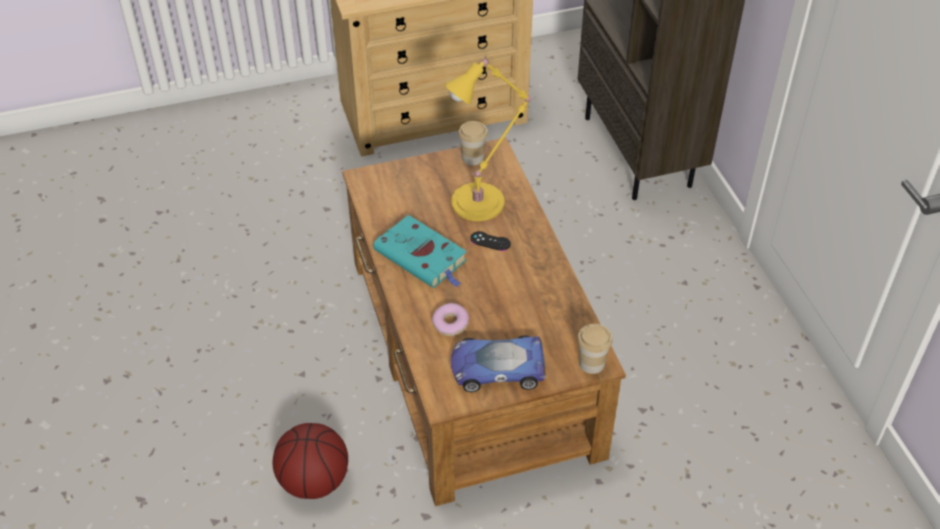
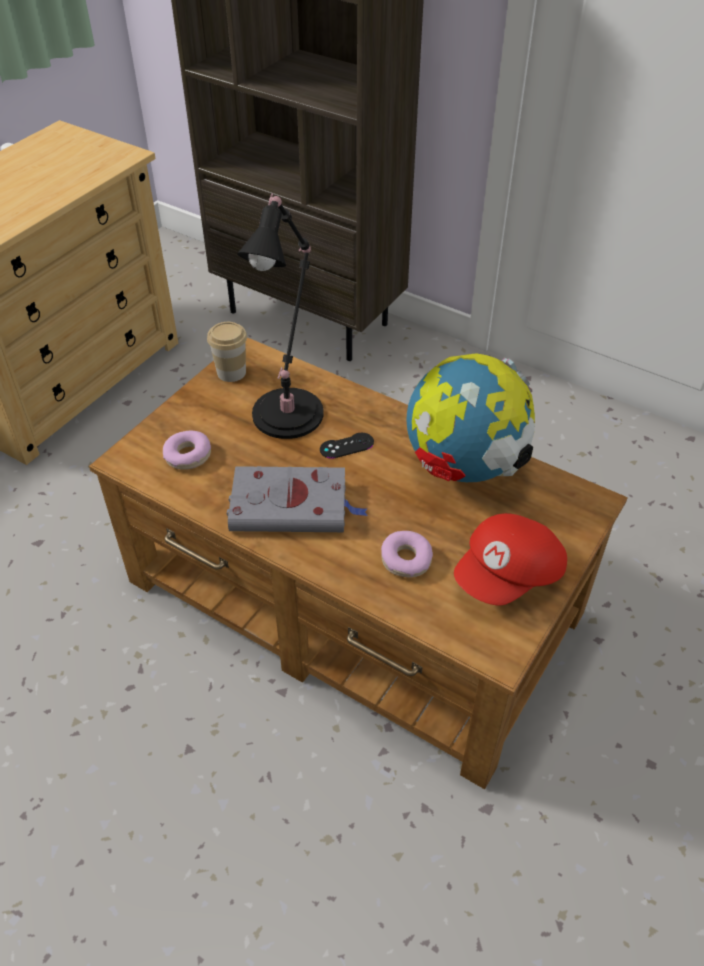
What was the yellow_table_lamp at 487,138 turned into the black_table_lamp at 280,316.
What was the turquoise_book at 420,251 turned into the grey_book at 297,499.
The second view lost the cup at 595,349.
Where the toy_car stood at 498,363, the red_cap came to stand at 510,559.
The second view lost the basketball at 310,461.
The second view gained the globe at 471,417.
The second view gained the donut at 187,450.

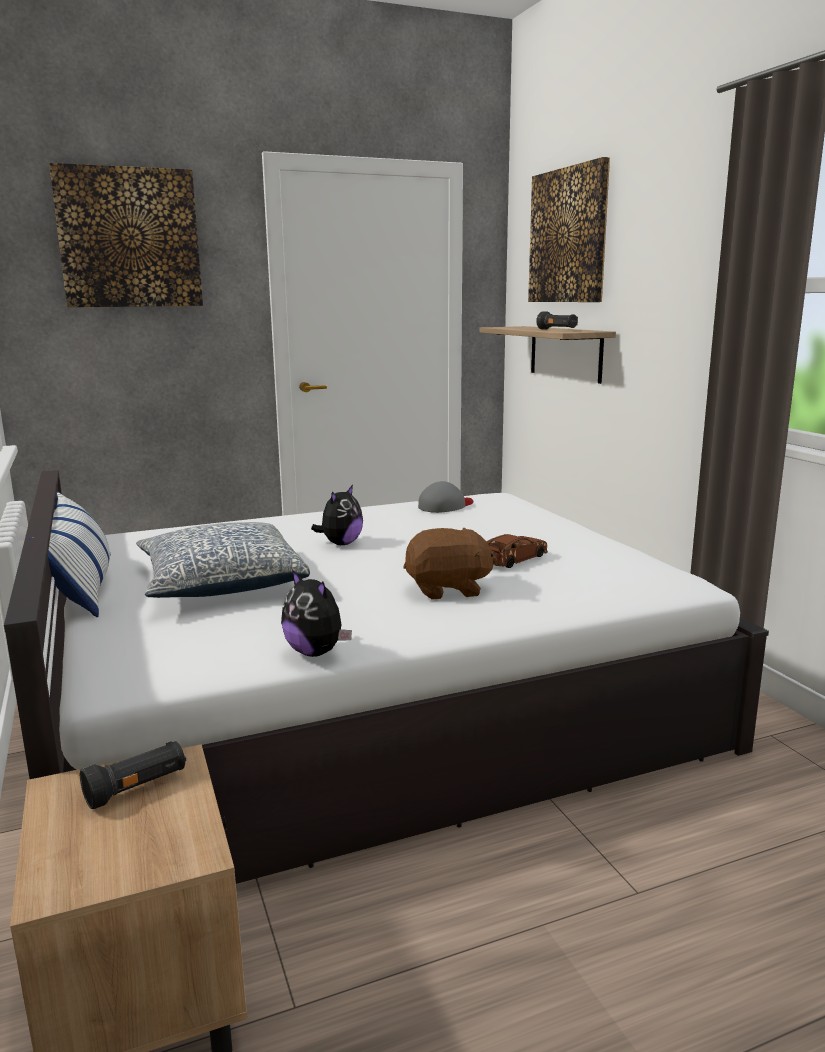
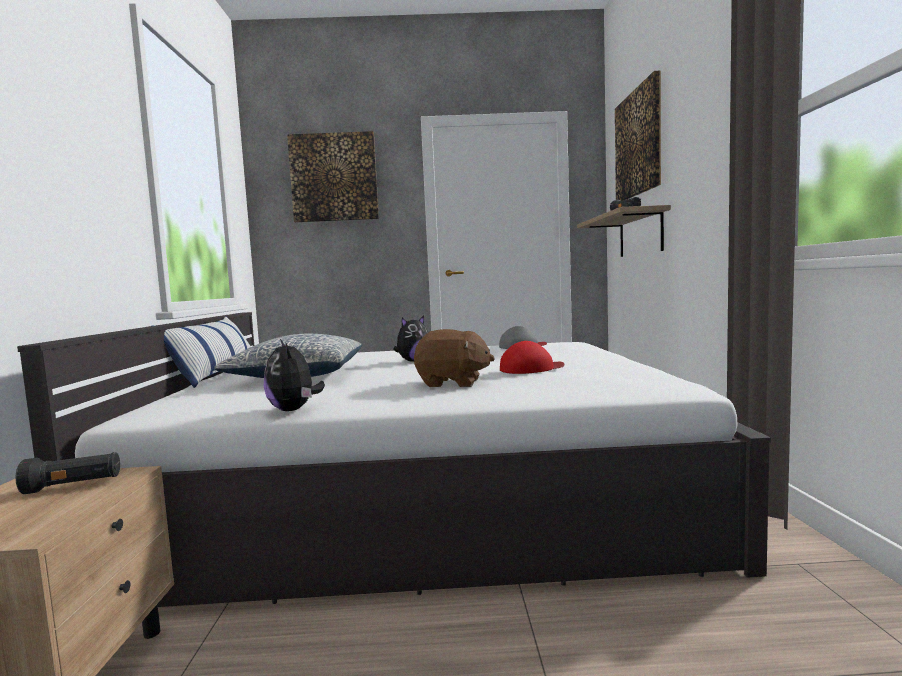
Where the brown_toy_car stood at 517,551, the red_cap came to stand at 532,357.

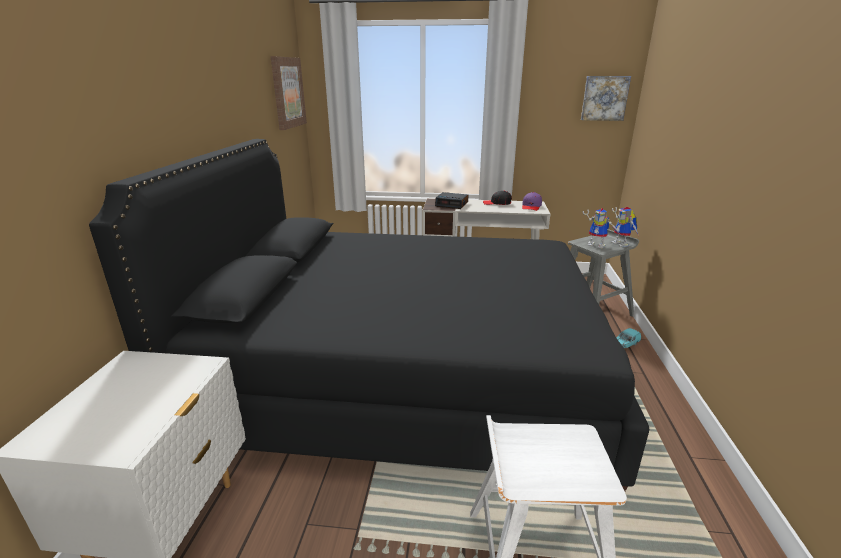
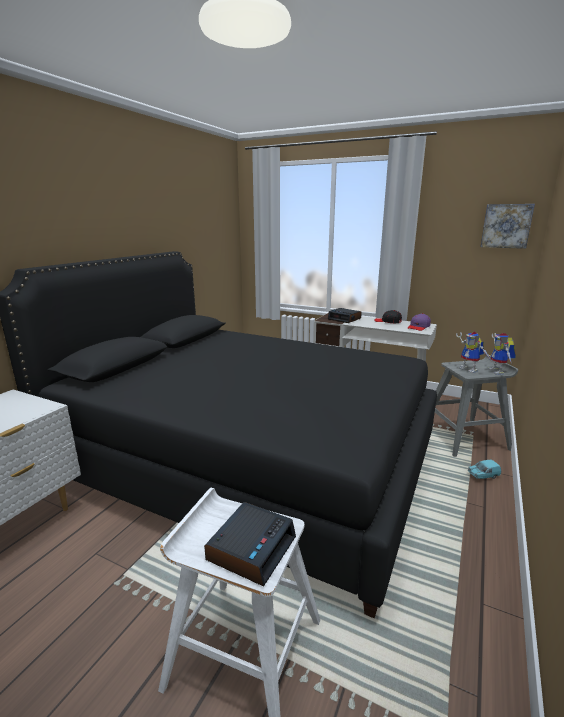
The second view lost the picture at 289,93.
The second view gained the alarm_clock at 250,544.

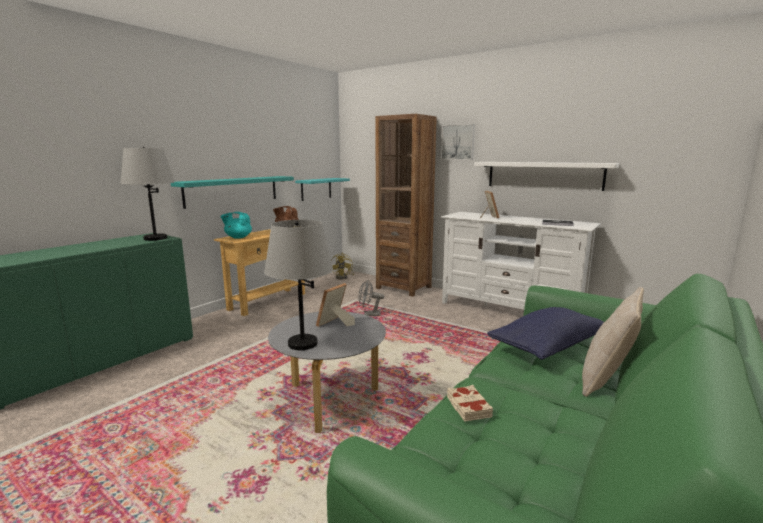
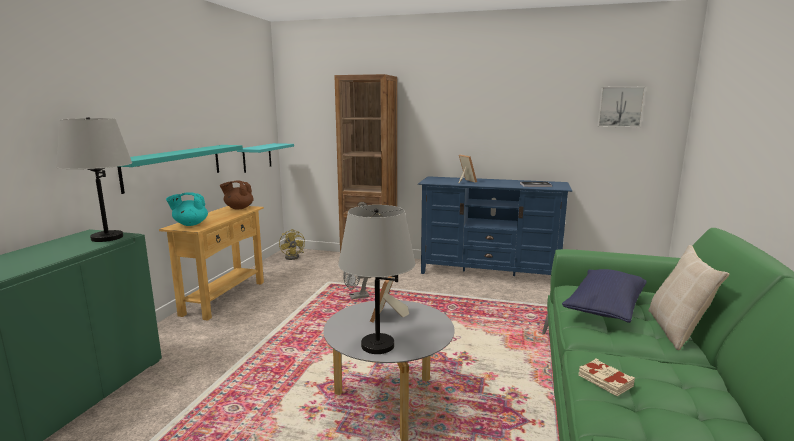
The picture ended up elsewhere, having gone from 458,142 to 621,107.
The second view lost the white_shelf at 547,176.
What was the white_tv_stand at 521,261 turned into the blue_tv_stand at 495,226.

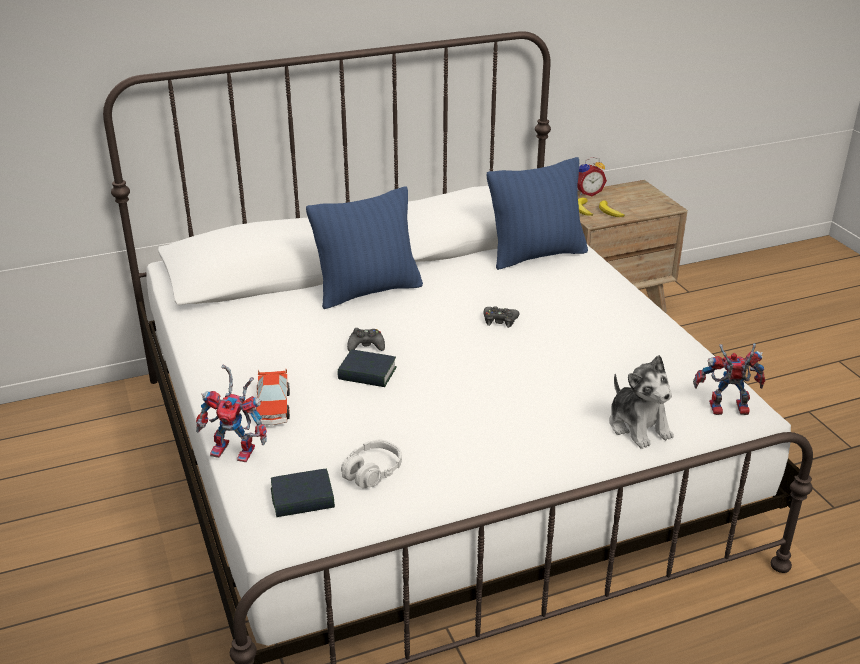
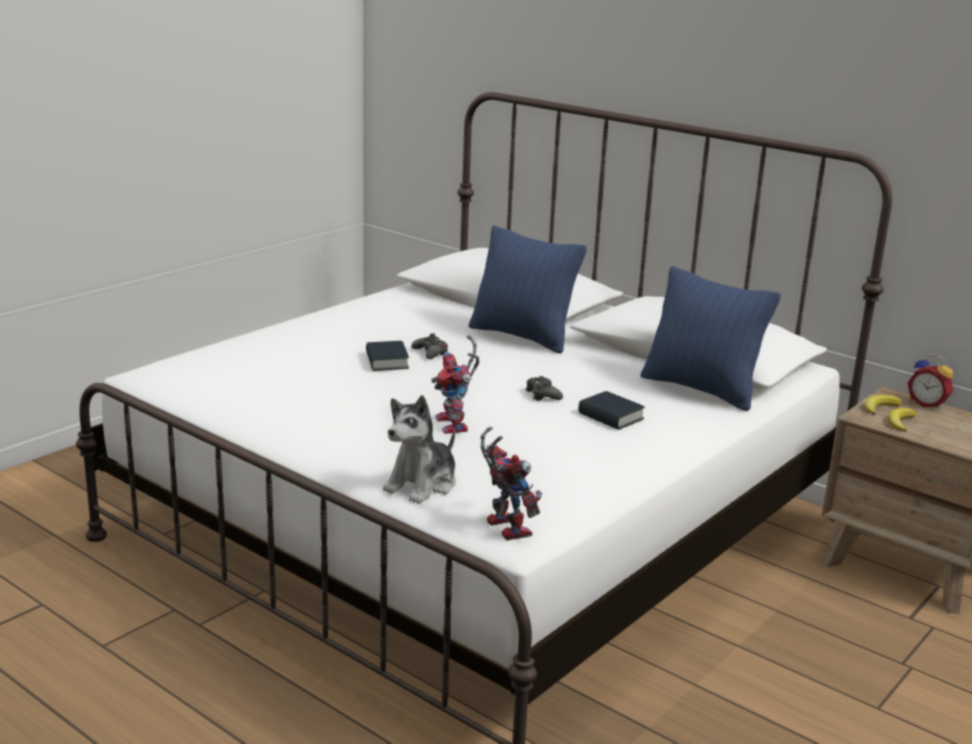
The toy_robot ended up elsewhere, having gone from 231,413 to 455,384.
The second view lost the toy_car at 272,397.
The second view lost the grey_headphones at 371,464.
The book ended up elsewhere, having gone from 303,492 to 611,410.

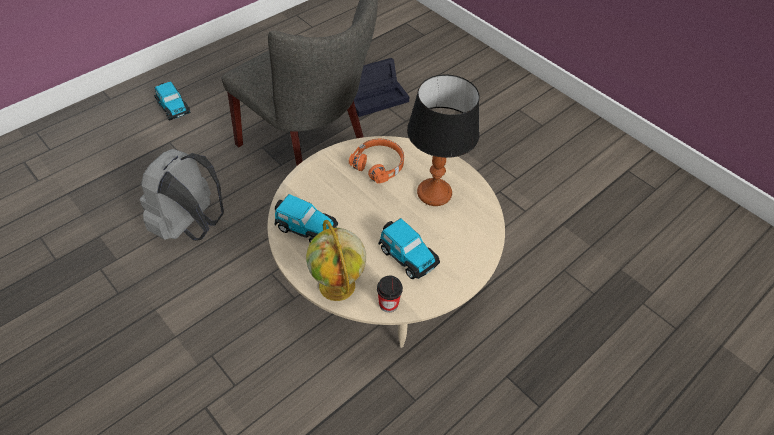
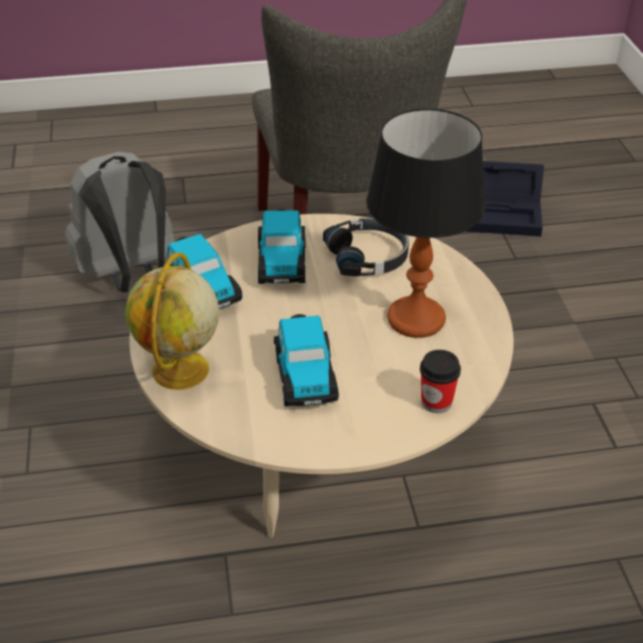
The toy_car ended up elsewhere, having gone from 172,101 to 282,246.
What was the orange_headphones at 376,161 turned into the black_headphones at 366,247.
The cup ended up elsewhere, having gone from 390,293 to 440,381.

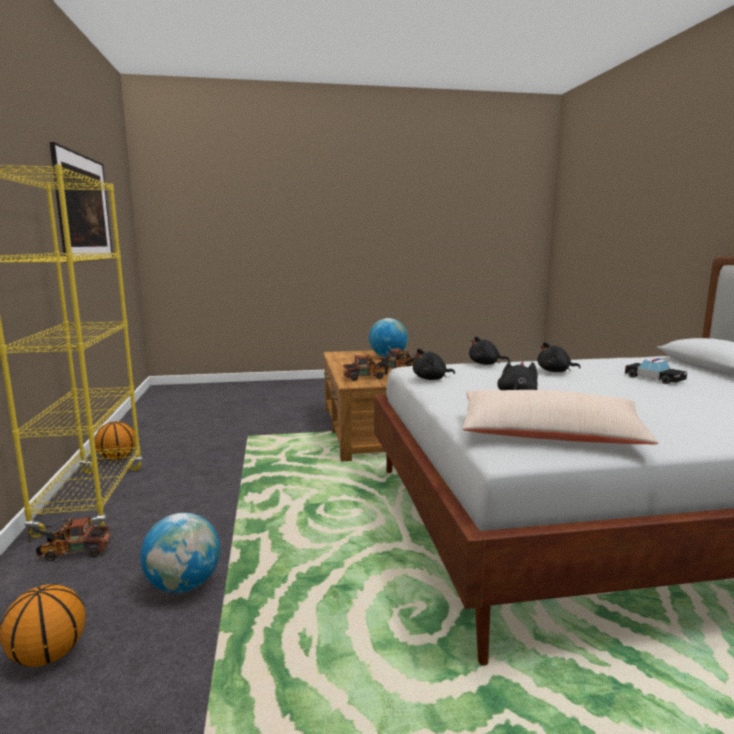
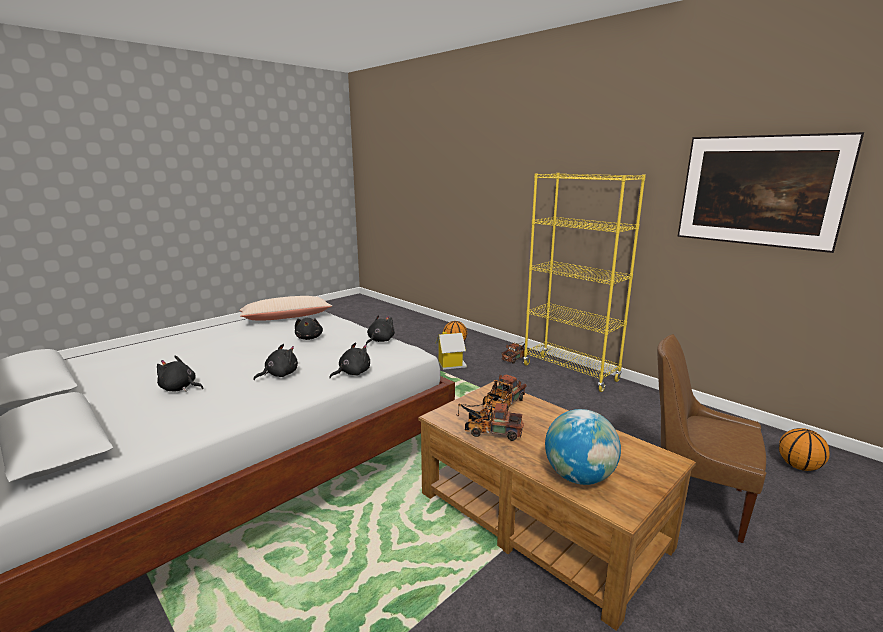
Where the toy_car stood at 656,371, the black_plush_toy came to stand at 180,374.
The basketball ended up elsewhere, having gone from 114,440 to 804,449.
Where the globe stood at 180,553, the toy_house came to stand at 451,351.
The second view gained the brown_chair at 711,438.

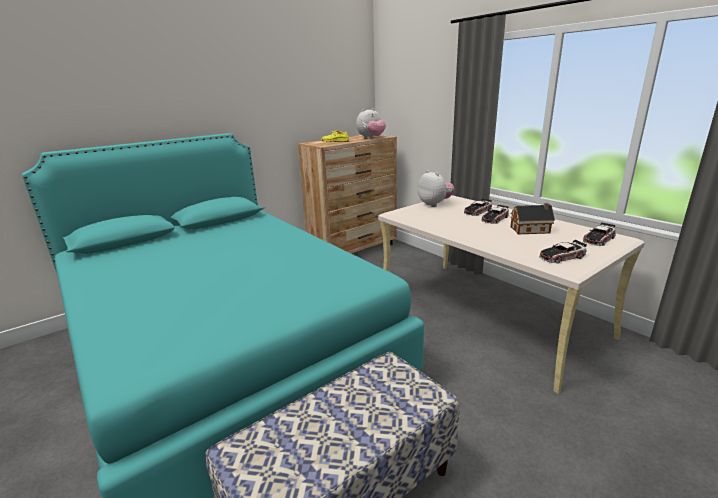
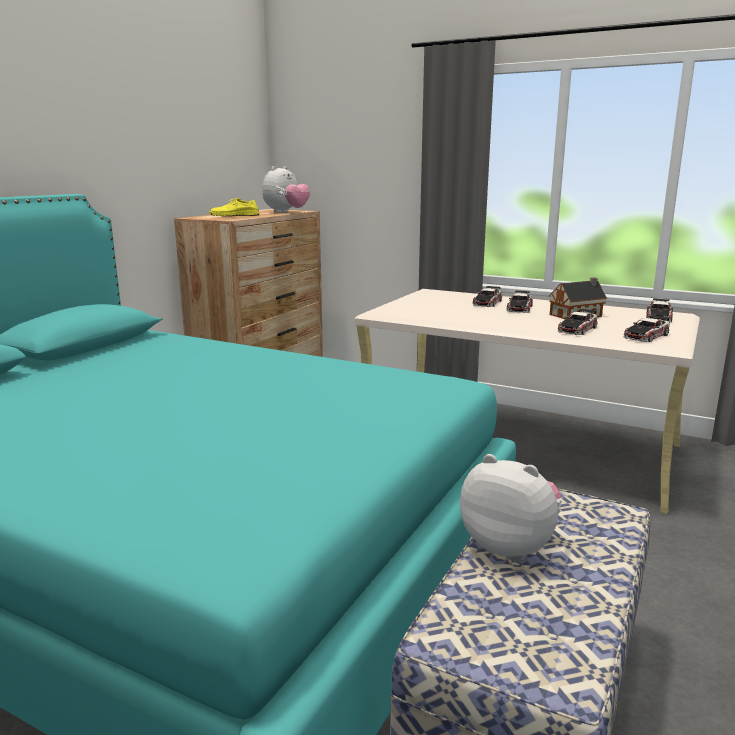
The plush_toy ended up elsewhere, having gone from 436,188 to 511,508.
The second view gained the toy_car at 577,321.

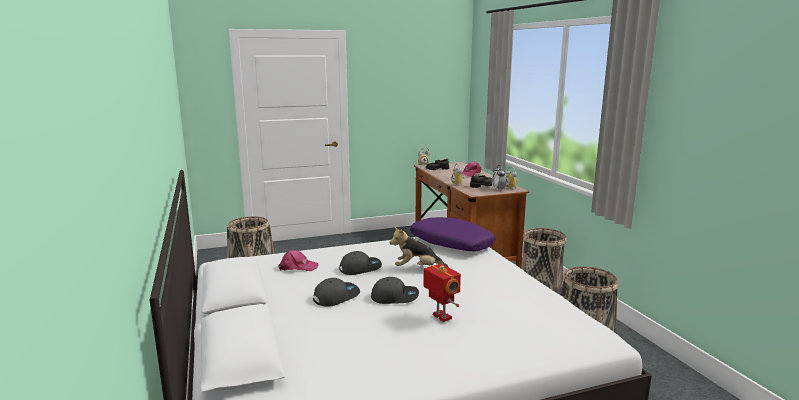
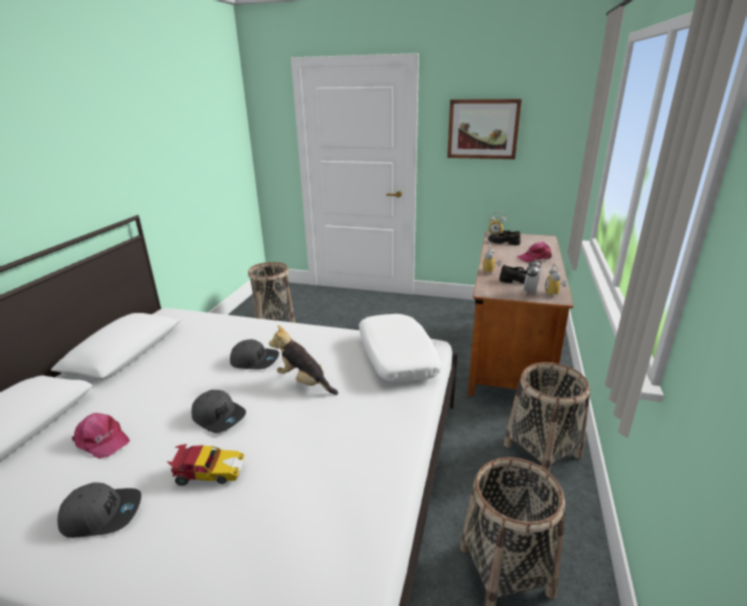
What was the purple_pillow at 453,234 turned into the white_pillow at 400,348.
The pink_cap ended up elsewhere, having gone from 299,260 to 101,436.
Where the toy_robot stood at 442,293, the toy_car came to stand at 206,465.
The grey_cap ended up elsewhere, having gone from 336,292 to 99,510.
The second view gained the picture at 484,129.

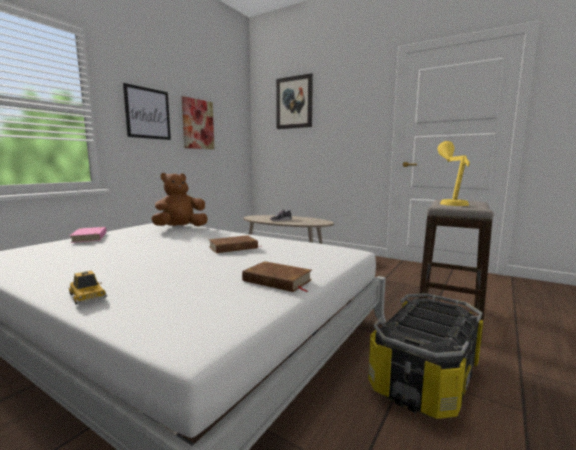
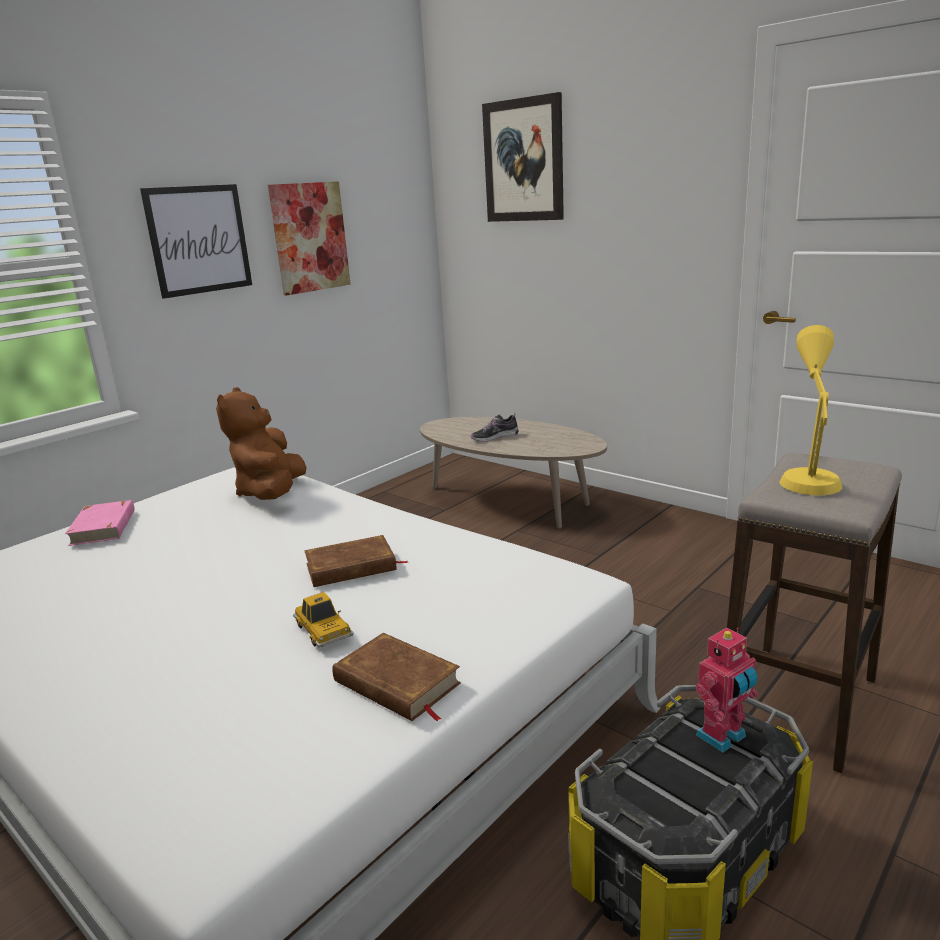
The brown_plush_toy at 179,199 ended up facing another way, 60 degrees counterclockwise from before.
The toy_car ended up elsewhere, having gone from 87,288 to 323,620.
The second view gained the toy_robot at 727,690.

